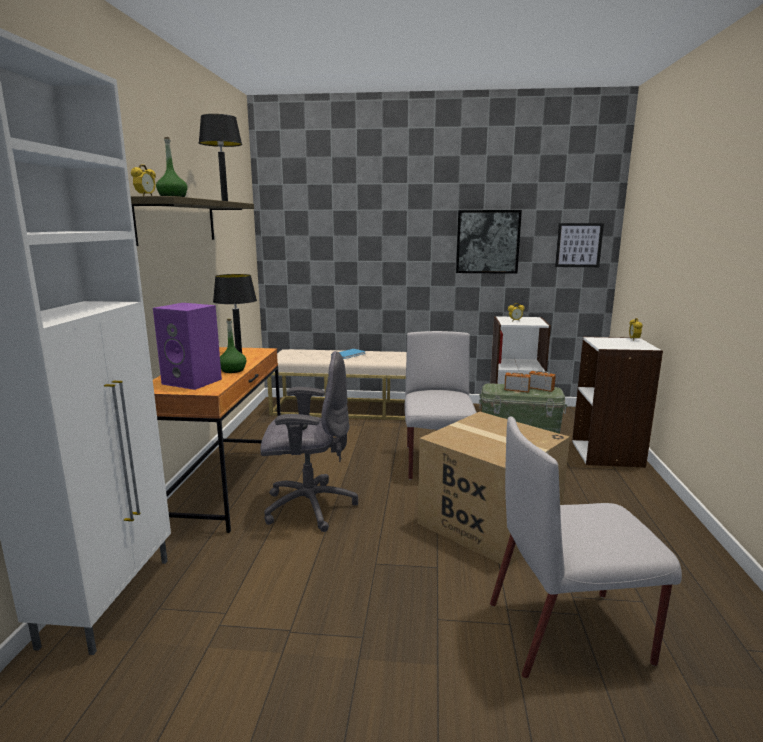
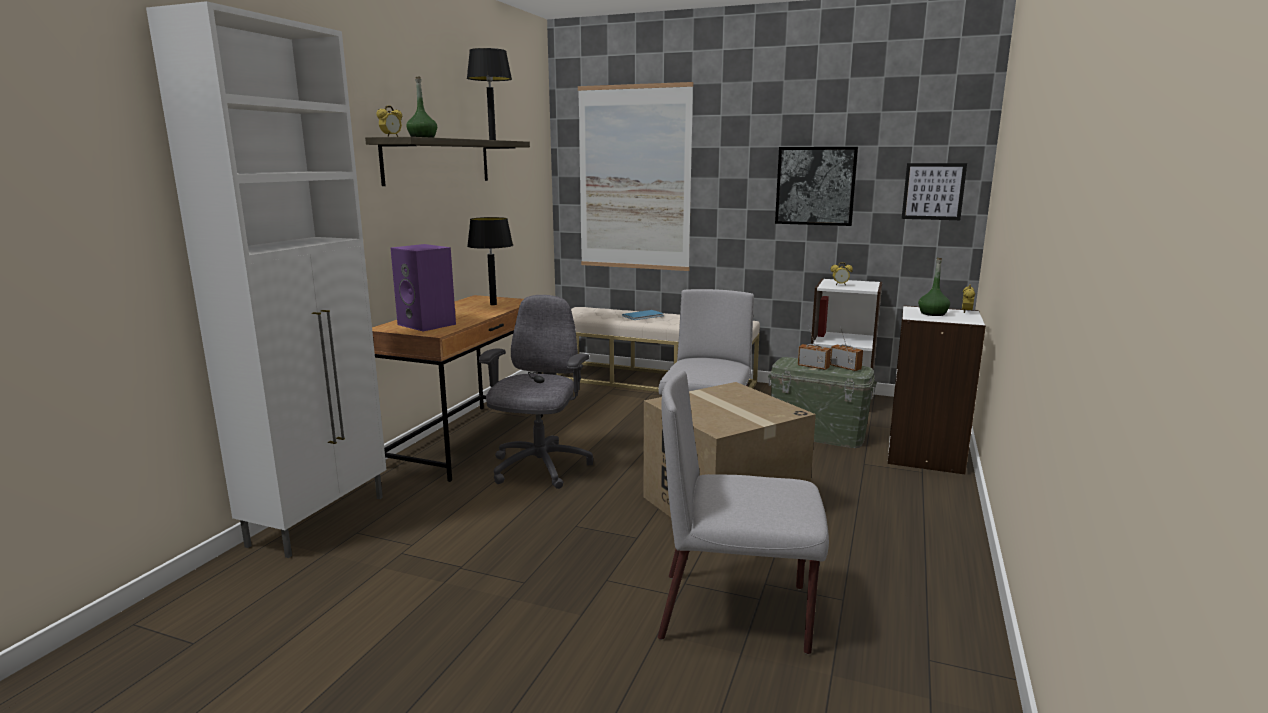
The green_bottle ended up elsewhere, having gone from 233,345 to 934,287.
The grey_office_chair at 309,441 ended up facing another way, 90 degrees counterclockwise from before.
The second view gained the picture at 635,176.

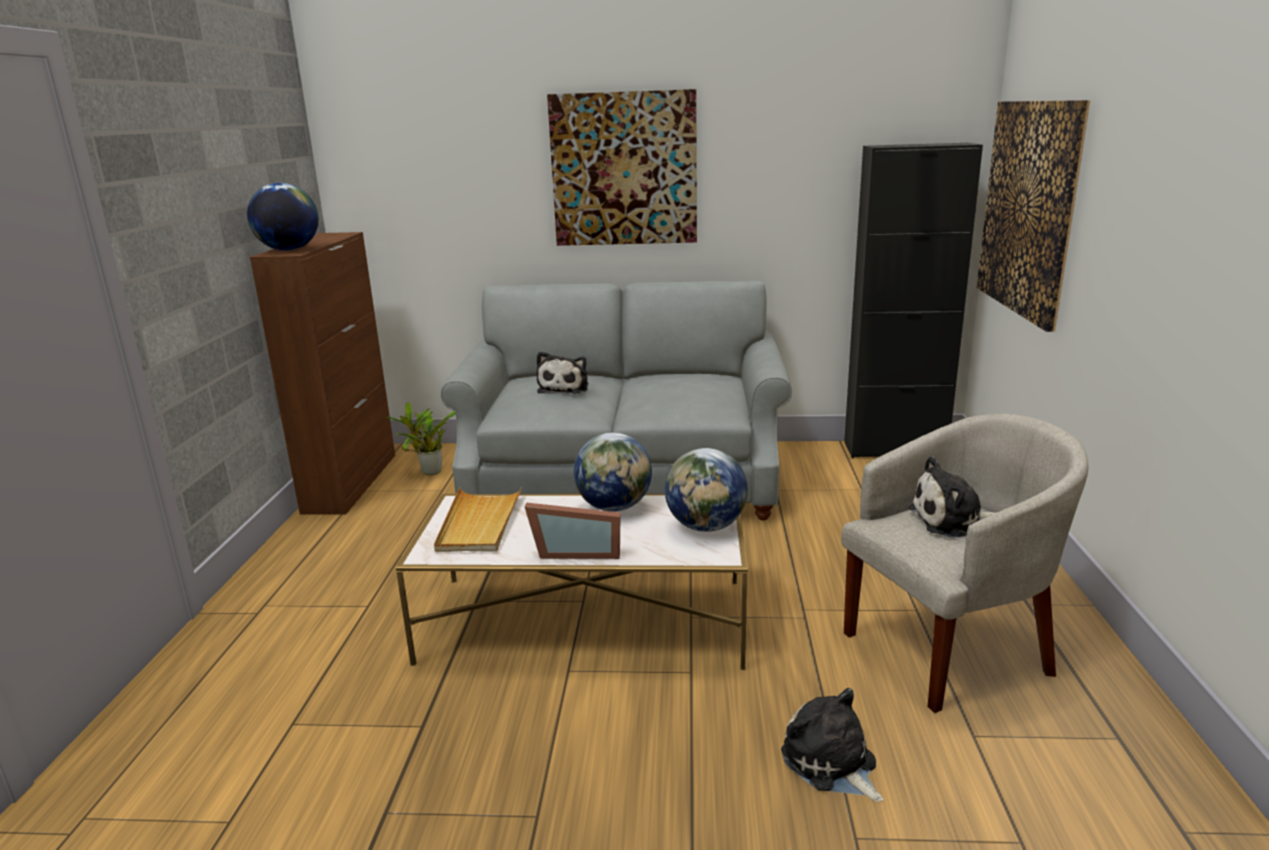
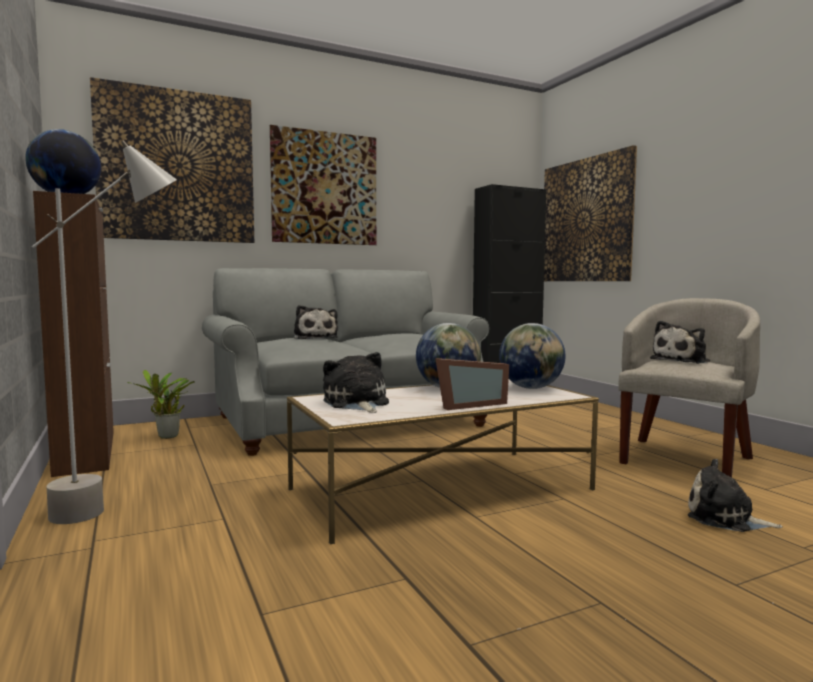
Where the beige_tray stood at 478,519, the plush_toy came to stand at 356,382.
The second view gained the picture at 172,160.
The second view gained the grey_floor_lamp at 104,332.

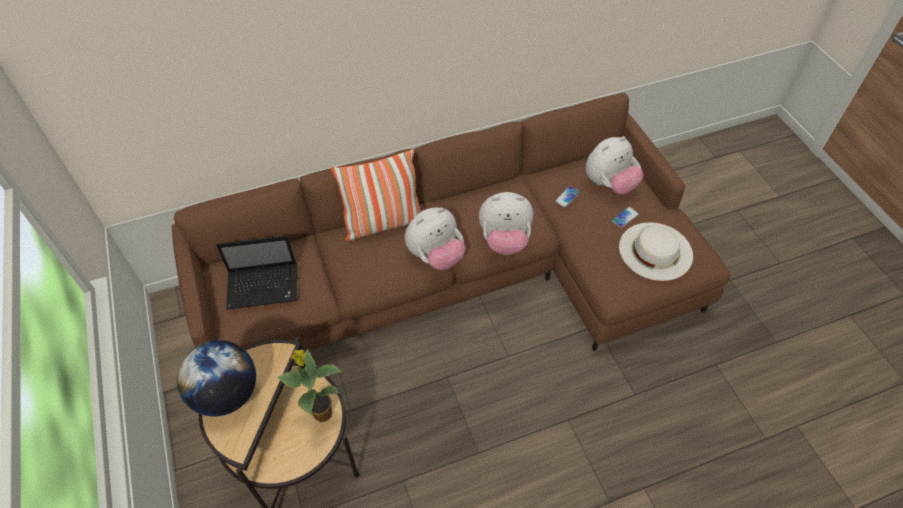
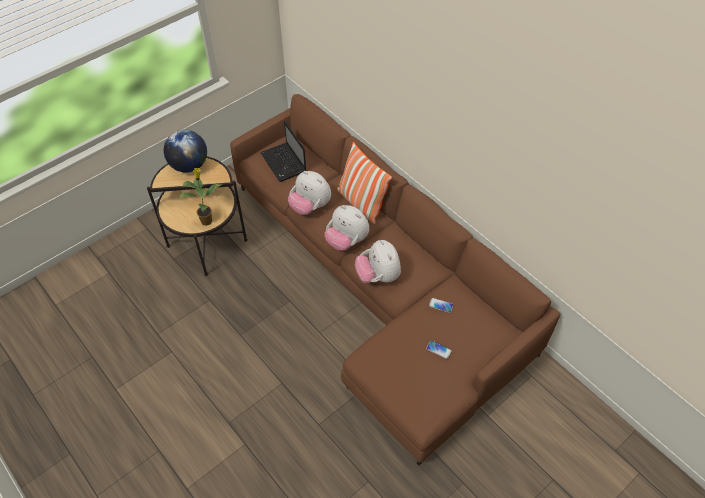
The plush_toy ended up elsewhere, having gone from 614,165 to 309,193.
The second view lost the white_hat at 656,251.

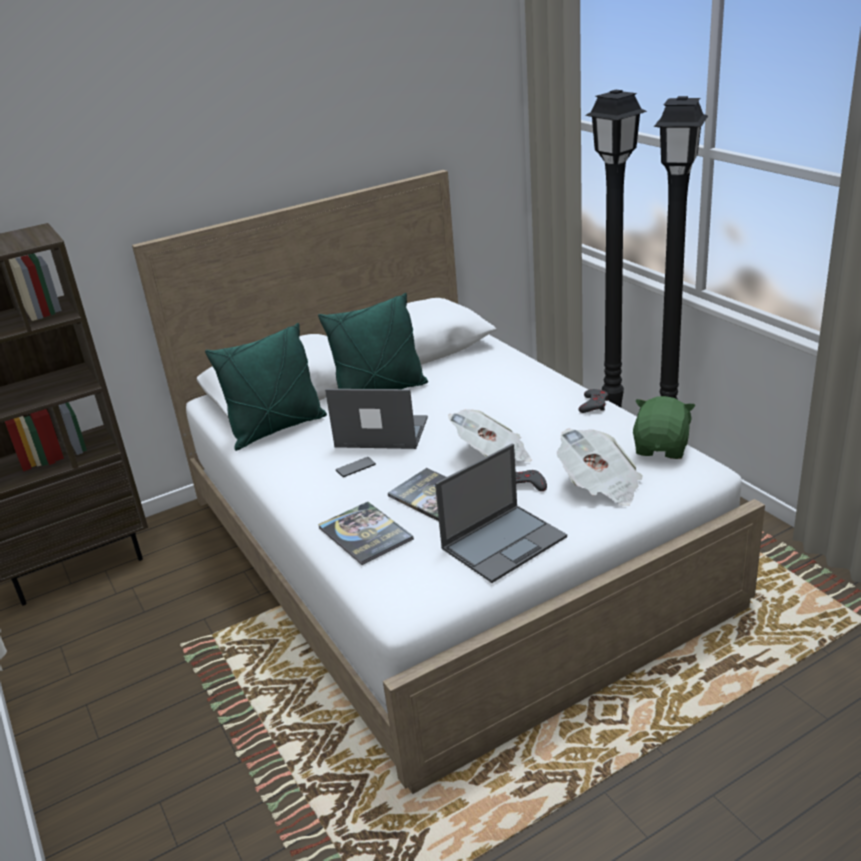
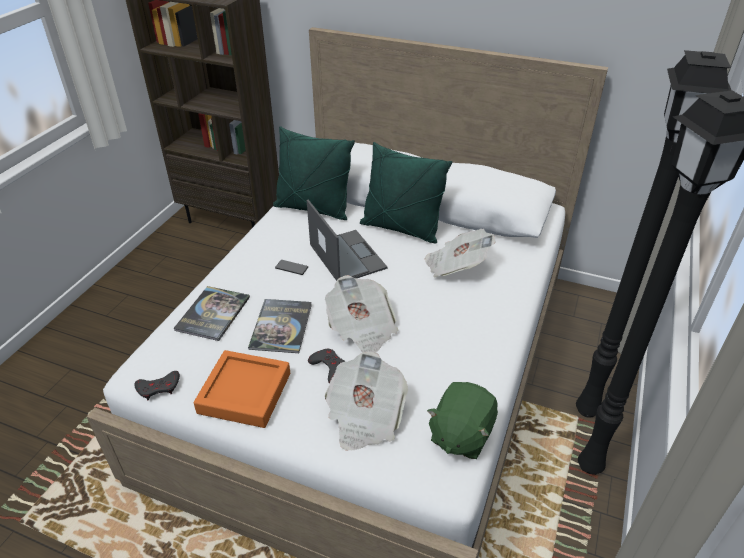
The grey_game_controller ended up elsewhere, having gone from 593,401 to 157,385.
The green_plush_toy at 664,427 ended up facing another way, 135 degrees clockwise from before.
Where the laptop stood at 501,513, the orange_tray came to stand at 242,389.
The second view gained the newspaper at 459,253.

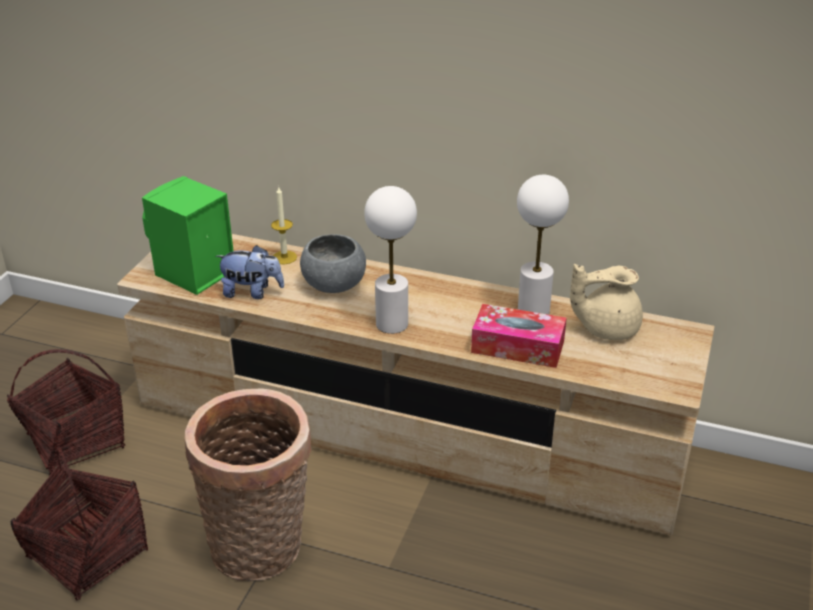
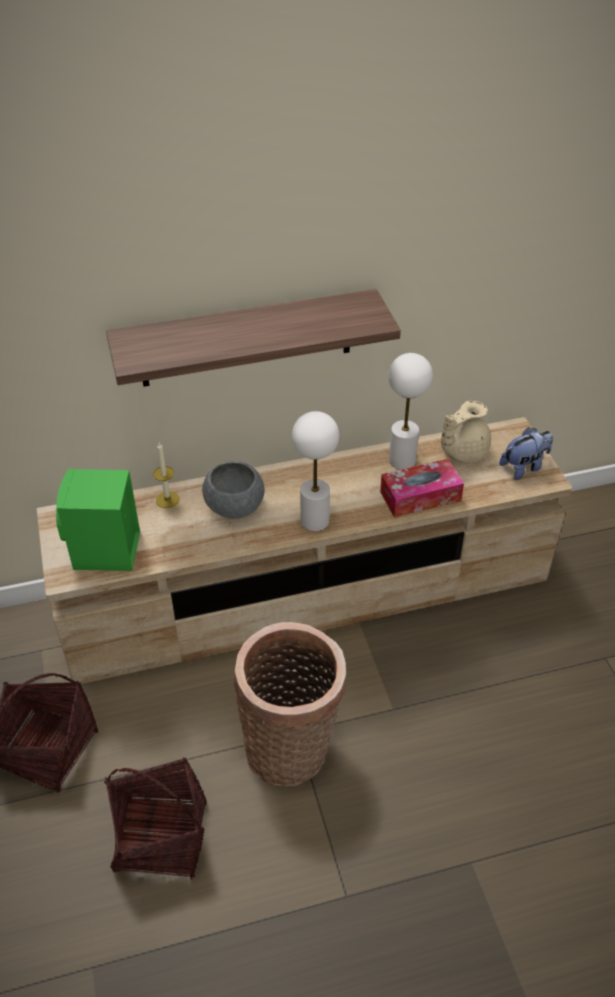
The plush_toy ended up elsewhere, having gone from 249,272 to 526,453.
The second view gained the shelf at 253,338.

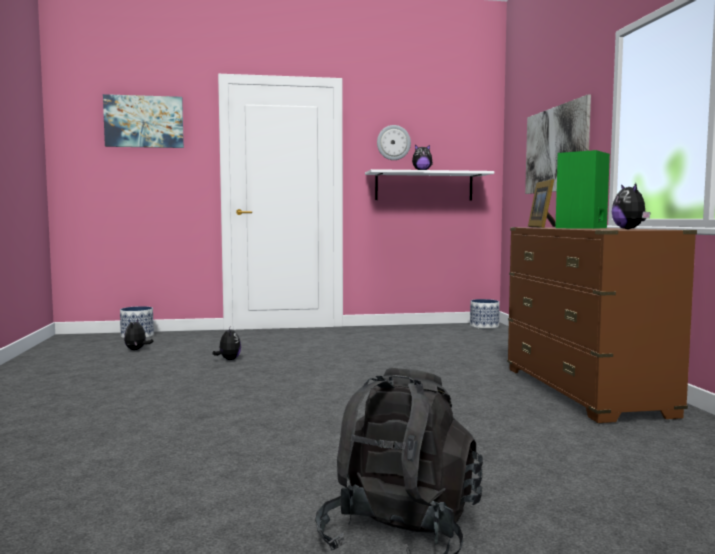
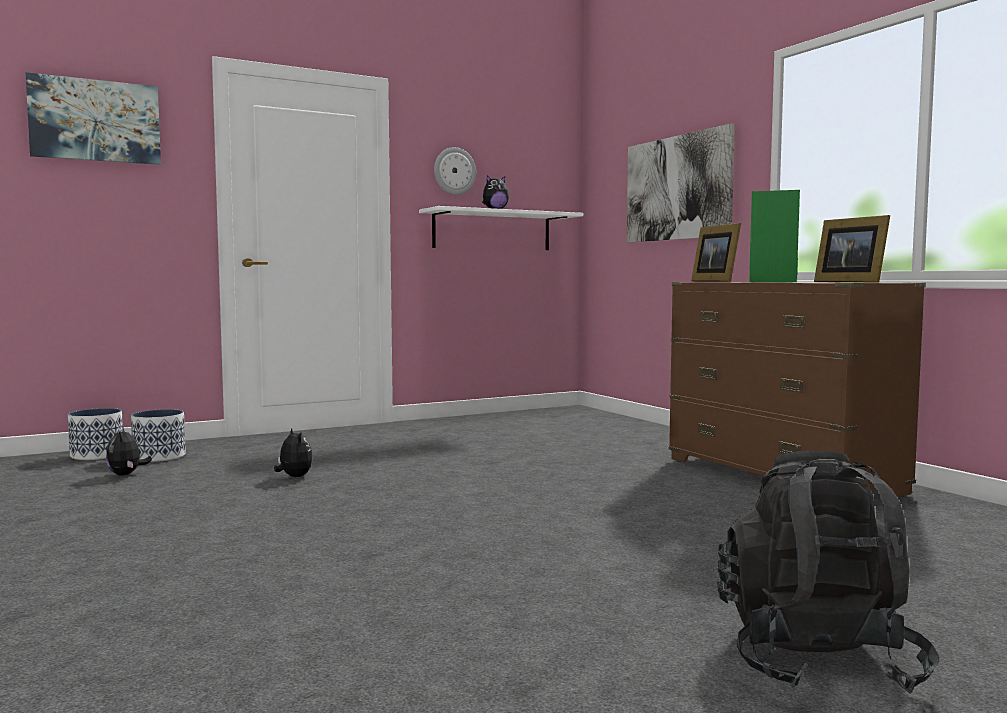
Where the plush_toy stood at 631,206, the picture_frame came to stand at 852,249.
The planter ended up elsewhere, having gone from 485,314 to 158,435.

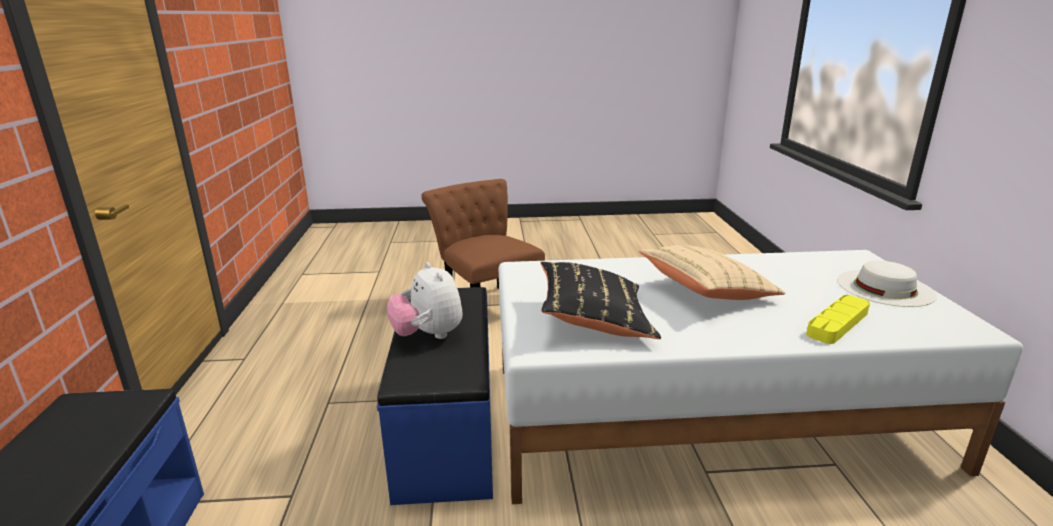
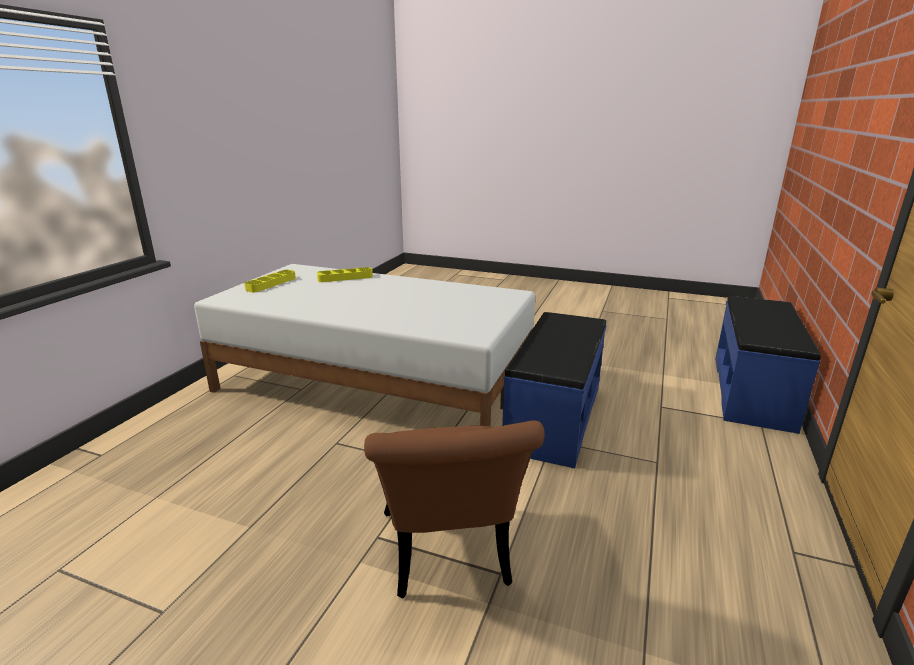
The second view lost the beige_pillow at 712,272.
Where the white_hat stood at 887,284, the yellow_tray came to stand at 270,281.
The second view lost the plush_toy at 425,300.
The second view lost the black_pillow at 601,300.

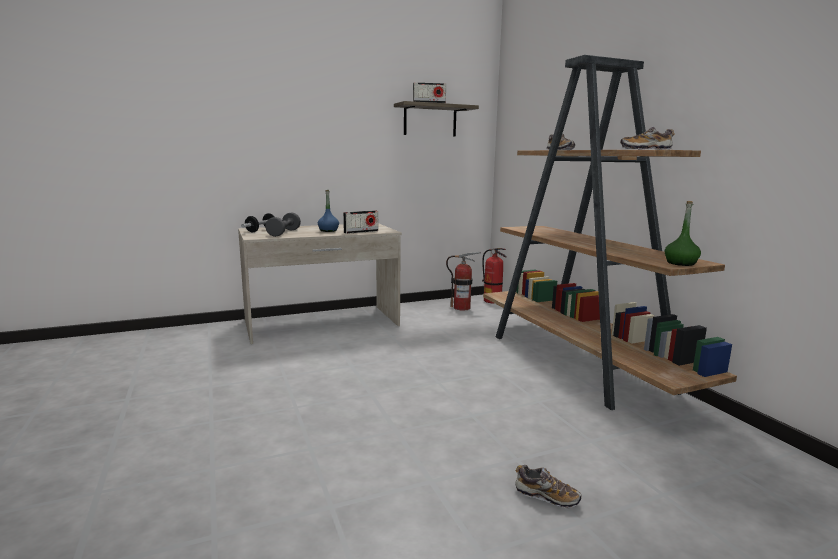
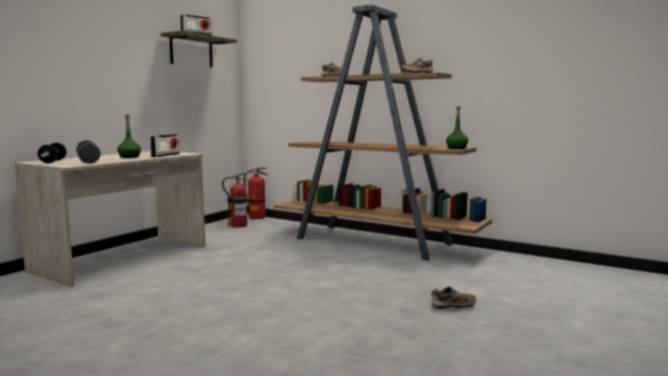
What was the blue_bottle at 328,211 turned into the green_bottle at 129,136.

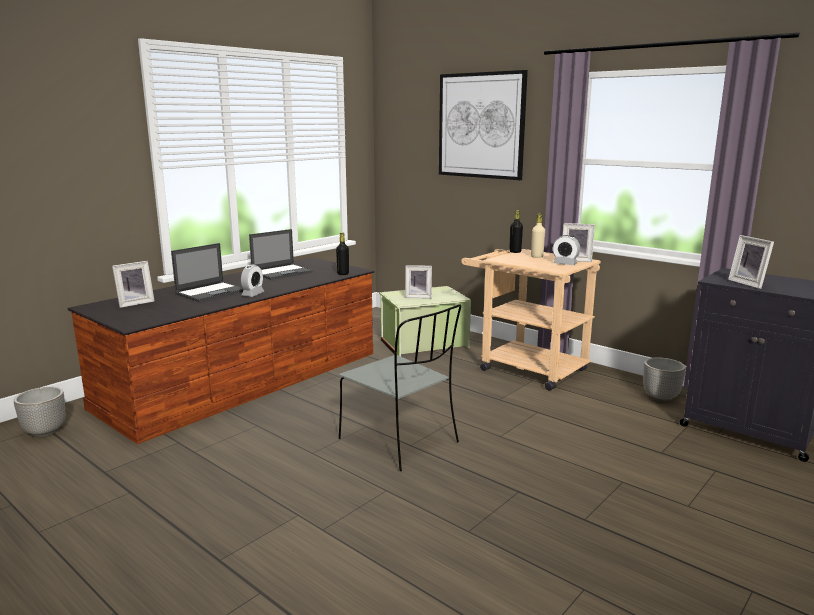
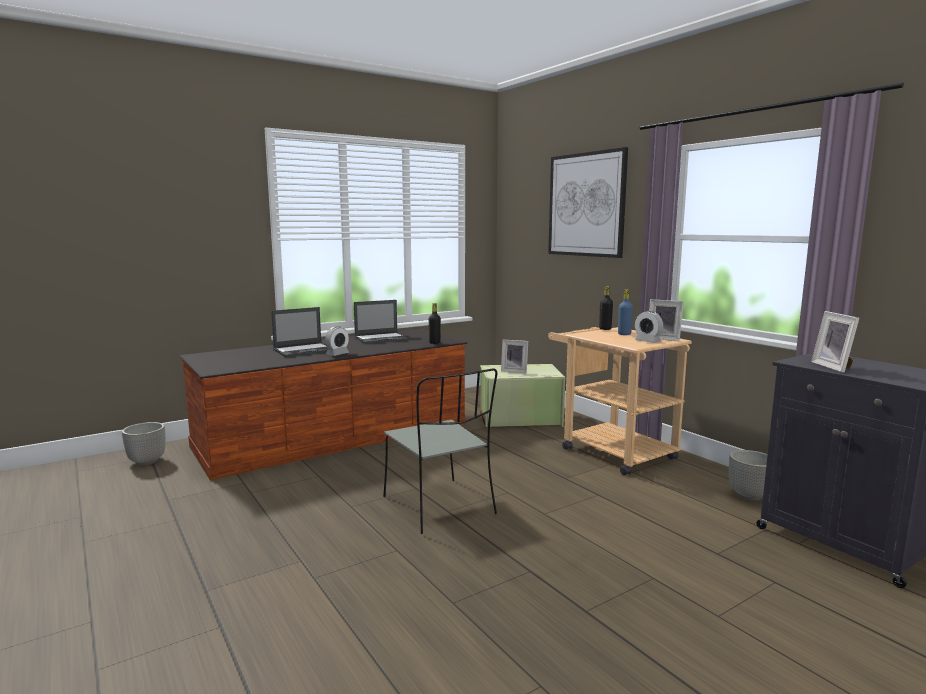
What was the beige_bottle at 538,236 turned into the blue_bottle at 625,312.
The second view lost the picture_frame at 133,284.

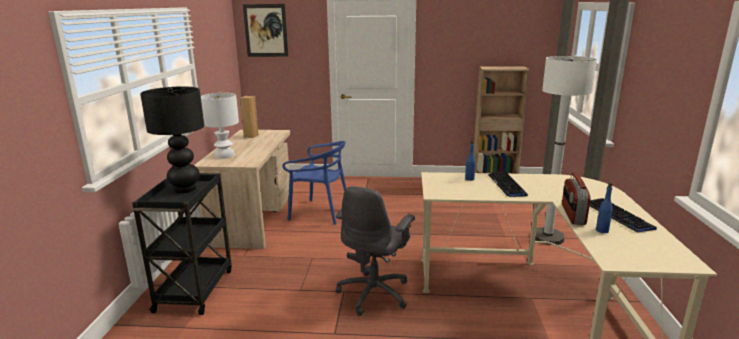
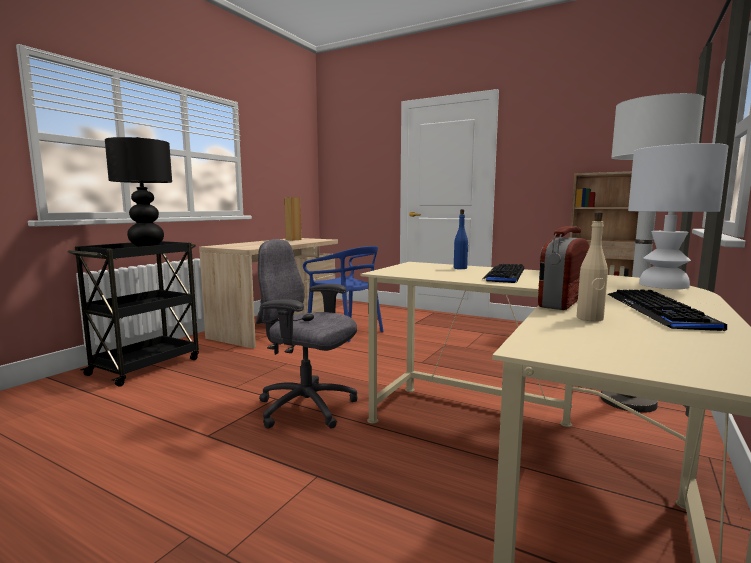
The second view lost the picture at 265,30.
The white_table_lamp ended up elsewhere, having gone from 220,126 to 678,216.
What was the blue_bottle at 604,207 turned into the beige_bottle at 592,267.
The grey_office_chair at 375,251 ended up facing another way, 60 degrees clockwise from before.

